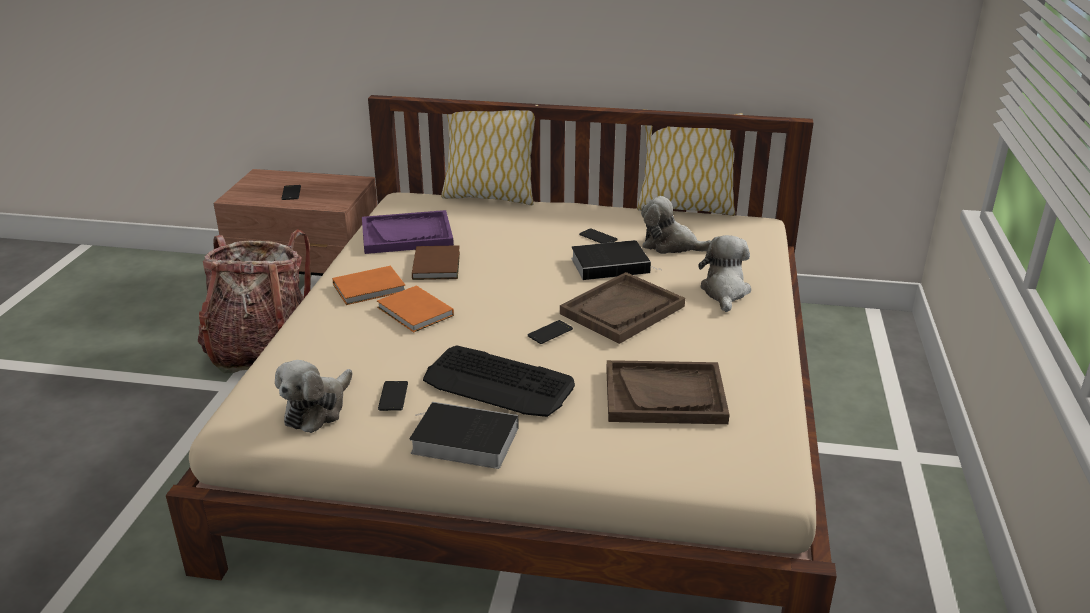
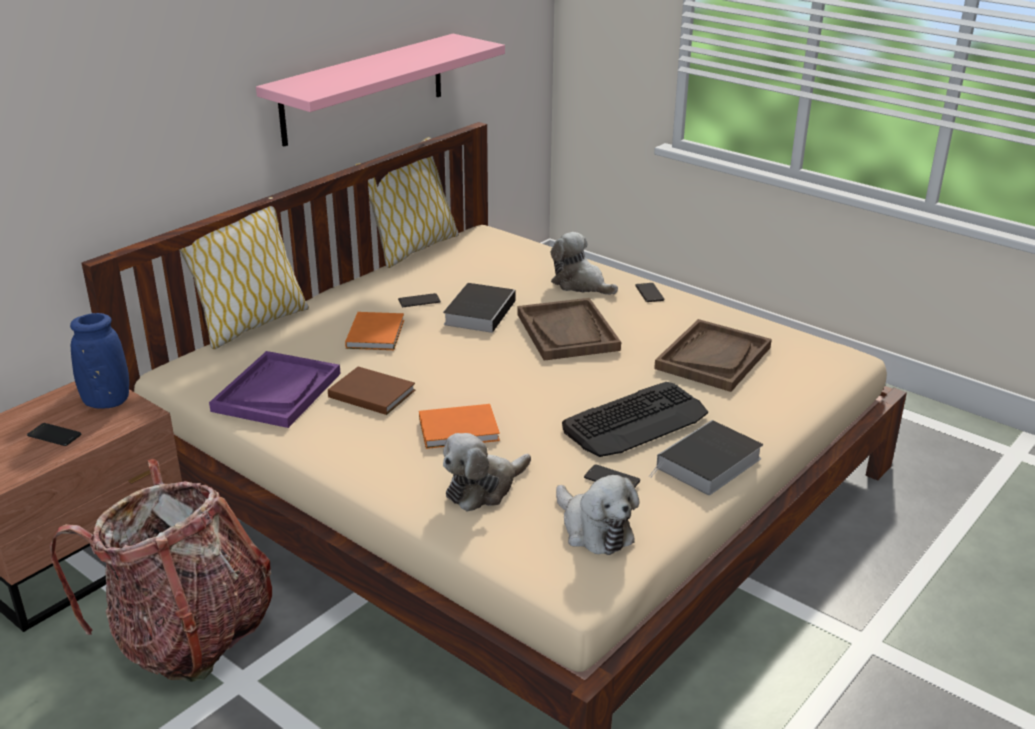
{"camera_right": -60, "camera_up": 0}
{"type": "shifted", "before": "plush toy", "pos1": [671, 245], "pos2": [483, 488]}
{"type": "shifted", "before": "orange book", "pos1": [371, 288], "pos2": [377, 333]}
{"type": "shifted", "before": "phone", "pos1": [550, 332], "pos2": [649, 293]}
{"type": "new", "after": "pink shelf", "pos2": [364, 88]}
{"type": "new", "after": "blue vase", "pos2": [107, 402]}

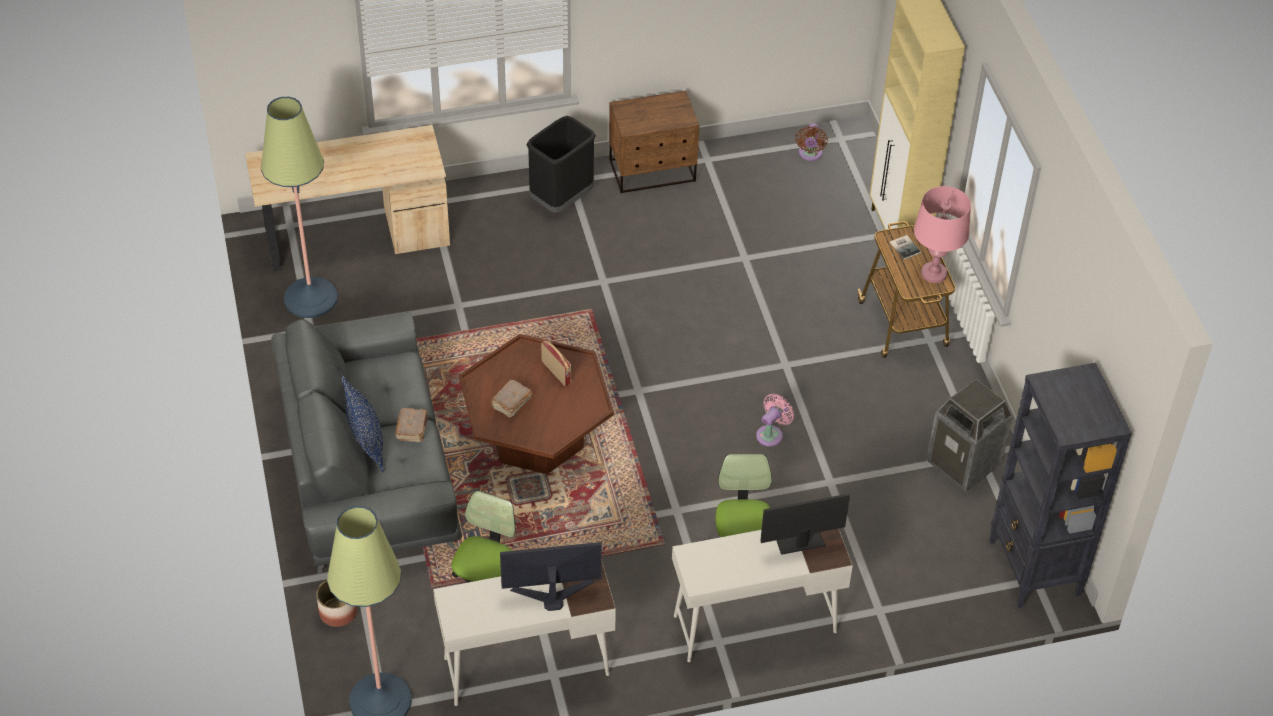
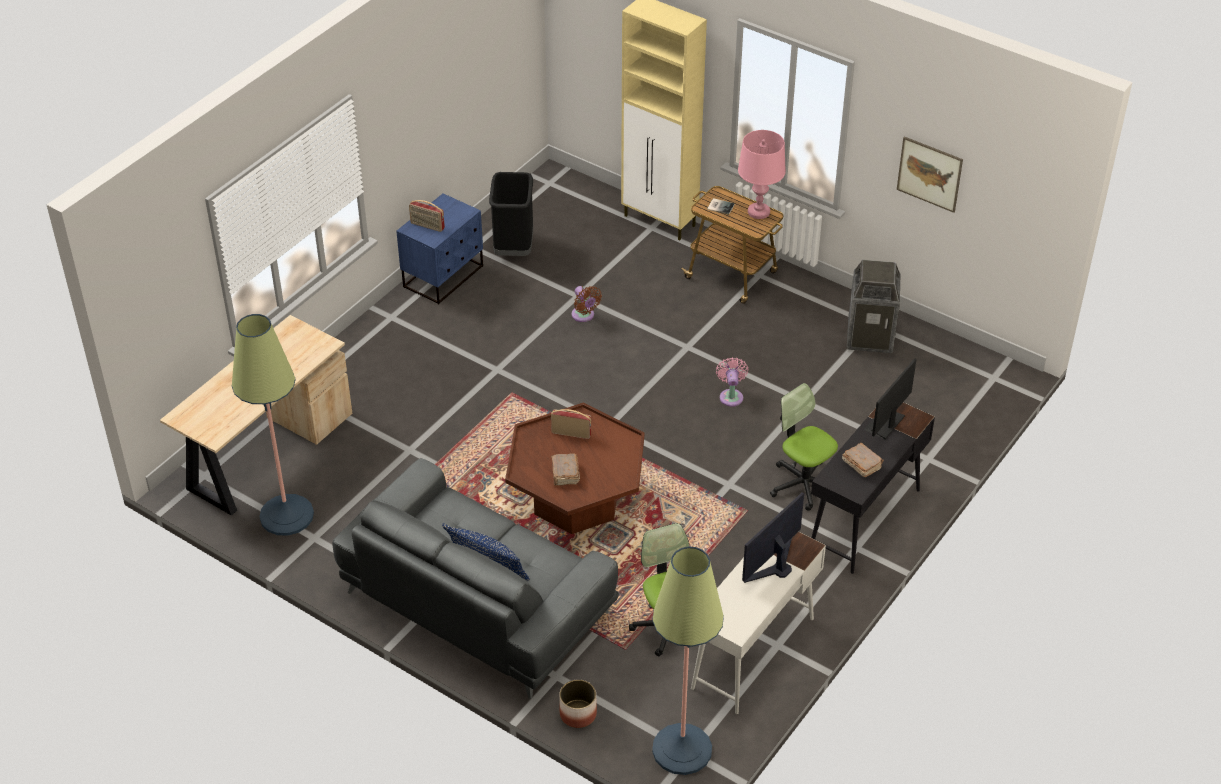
{"camera_right": -40, "camera_up": -5}
{"type": "repainted", "before": "brown nightstand", "after": "blue nightstand", "pos1": [653, 171], "pos2": [444, 277]}
{"type": "shifted", "before": "black trash can", "pos1": [561, 199], "pos2": [513, 248]}
{"type": "shifted", "before": "brown fan", "pos1": [810, 154], "pos2": [584, 316]}
{"type": "gone", "before": "black bookcase", "pos1": [1034, 569]}
{"type": "shifted", "before": "brown book", "pos1": [412, 429], "pos2": [861, 464]}
{"type": "repainted", "before": "white desk", "after": "black desk", "pos1": [754, 624], "pos2": [864, 520]}
{"type": "new", "after": "picture", "pos2": [929, 174]}
{"type": "new", "after": "radio", "pos2": [427, 226]}

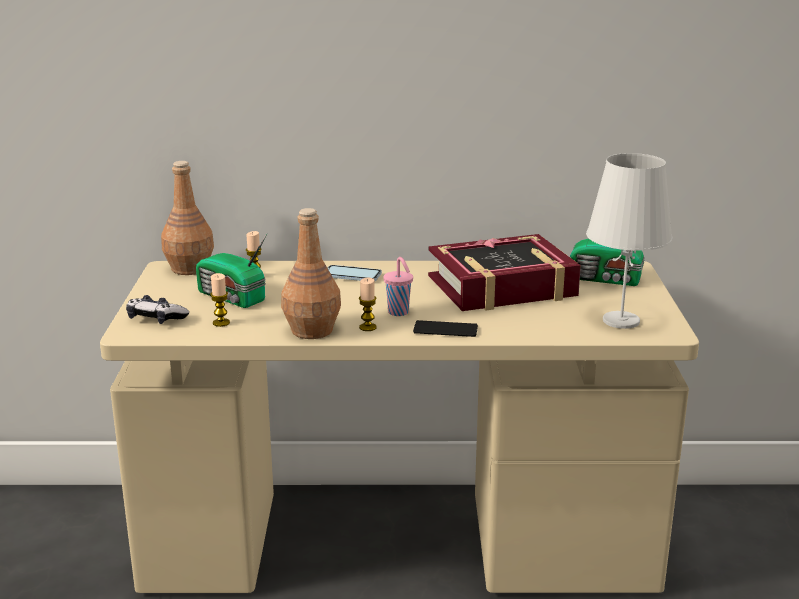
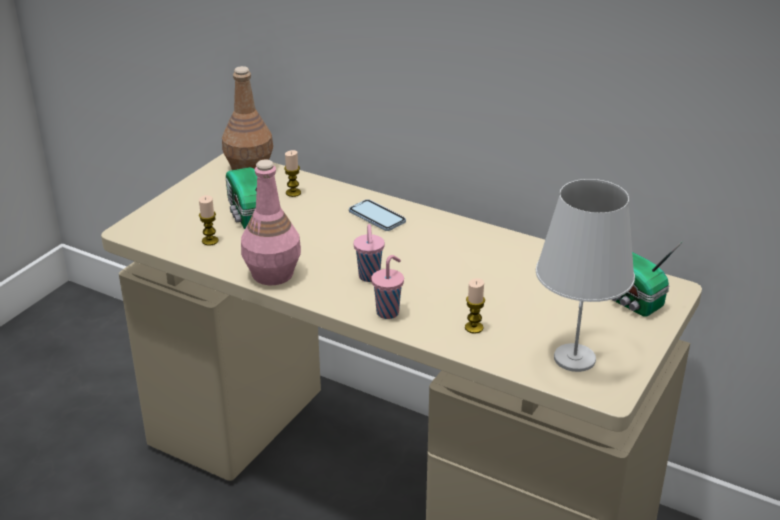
{"camera_right": 30, "camera_up": 10}
{"type": "repainted", "before": "brown bottle", "after": "pink bottle", "pos1": [311, 330], "pos2": [272, 274]}
{"type": "gone", "before": "book", "pos1": [502, 287]}
{"type": "shifted", "before": "candle", "pos1": [367, 327], "pos2": [474, 328]}
{"type": "gone", "before": "game controller", "pos1": [156, 319]}
{"type": "swapped", "before": "phone", "after": "pink cup", "pos1": [445, 330], "pos2": [388, 312]}

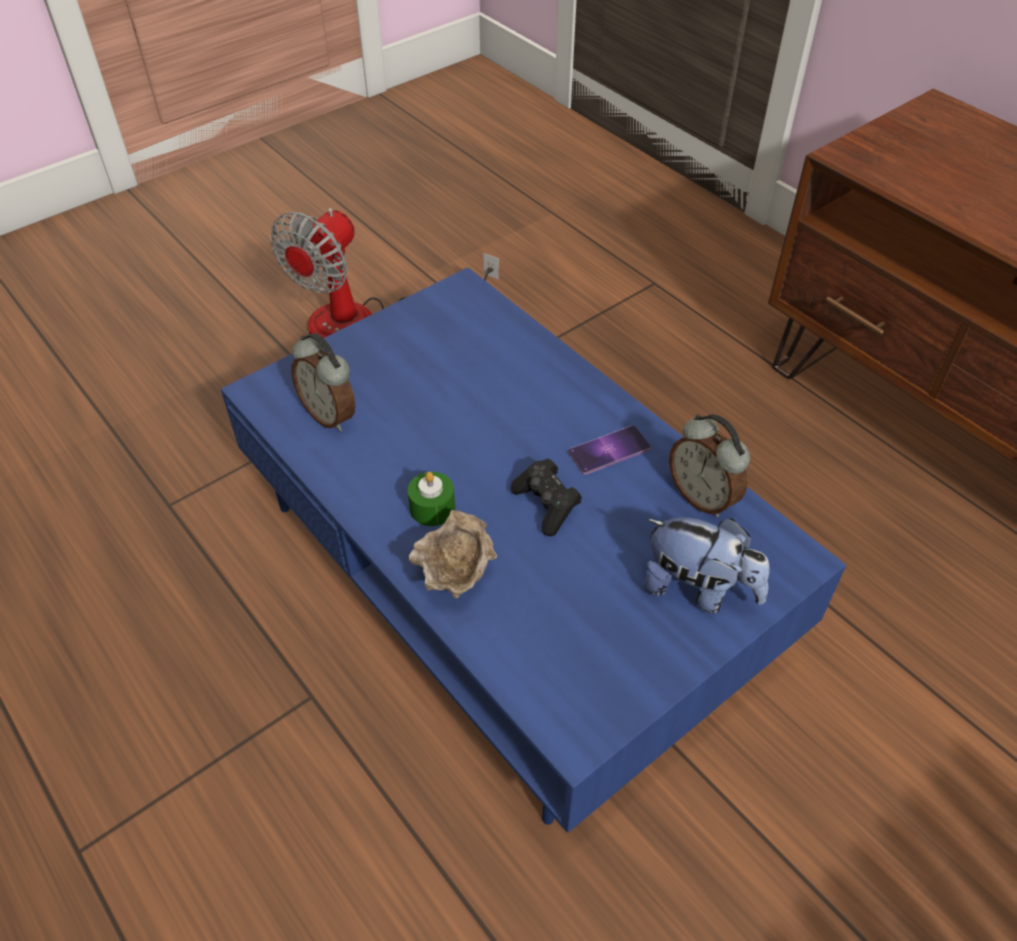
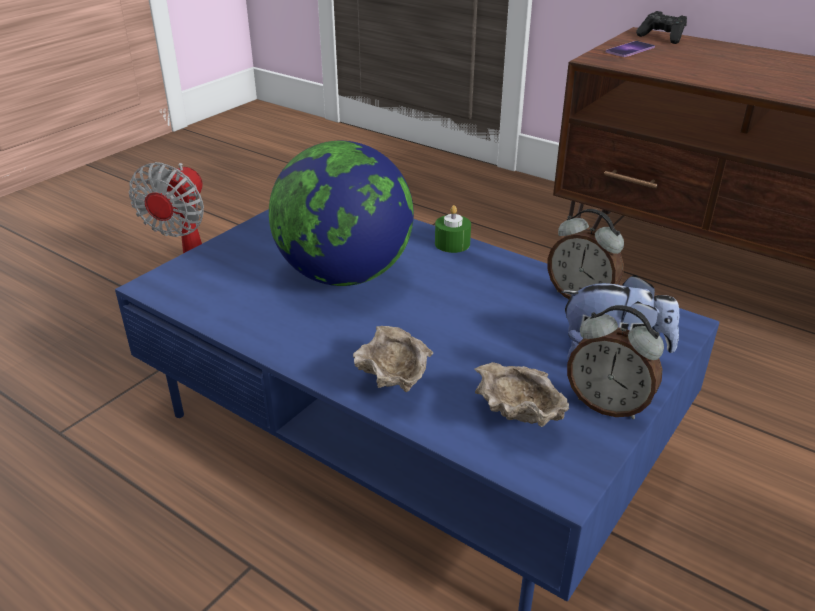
{"camera_right": -15, "camera_up": -15}
{"type": "shifted", "before": "alarm clock", "pos1": [330, 415], "pos2": [608, 405]}
{"type": "shifted", "before": "phone", "pos1": [609, 450], "pos2": [630, 49]}
{"type": "shifted", "before": "black game controller", "pos1": [546, 505], "pos2": [662, 38]}
{"type": "shifted", "before": "green candle", "pos1": [432, 508], "pos2": [452, 243]}
{"type": "new", "after": "globe", "pos2": [344, 275]}
{"type": "new", "after": "beige bowl", "pos2": [517, 419]}

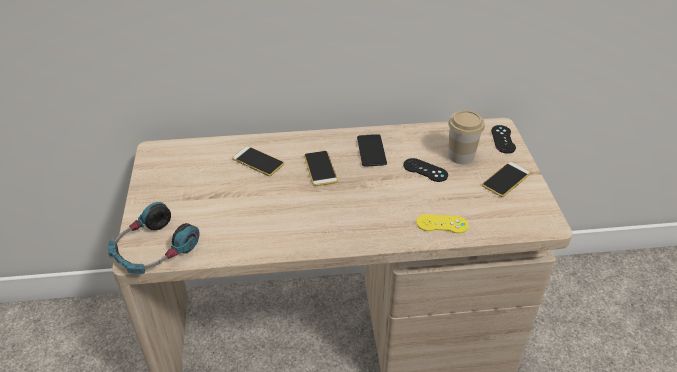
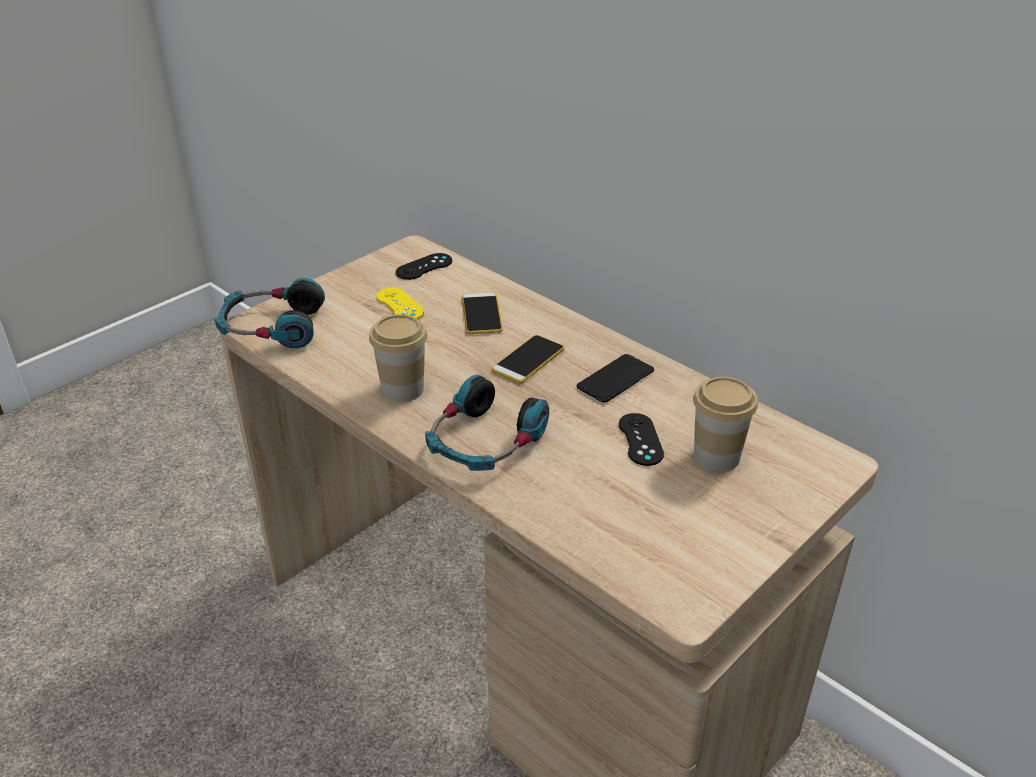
{"camera_right": 50, "camera_up": -5}
{"type": "shifted", "before": "black game controller", "pos1": [503, 139], "pos2": [424, 267]}
{"type": "gone", "before": "phone", "pos1": [506, 179]}
{"type": "shifted", "before": "yellow game controller", "pos1": [442, 224], "pos2": [400, 305]}
{"type": "new", "after": "cup", "pos2": [402, 389]}
{"type": "new", "after": "headphones", "pos2": [485, 442]}

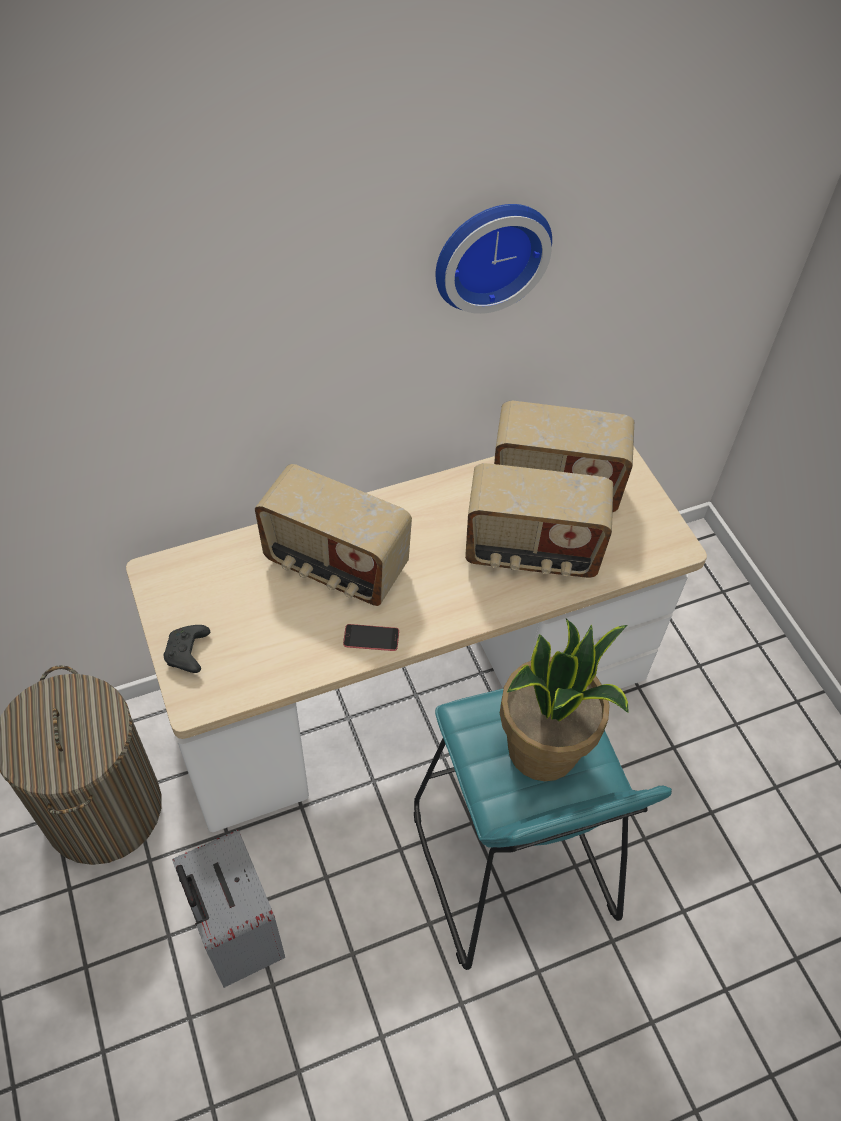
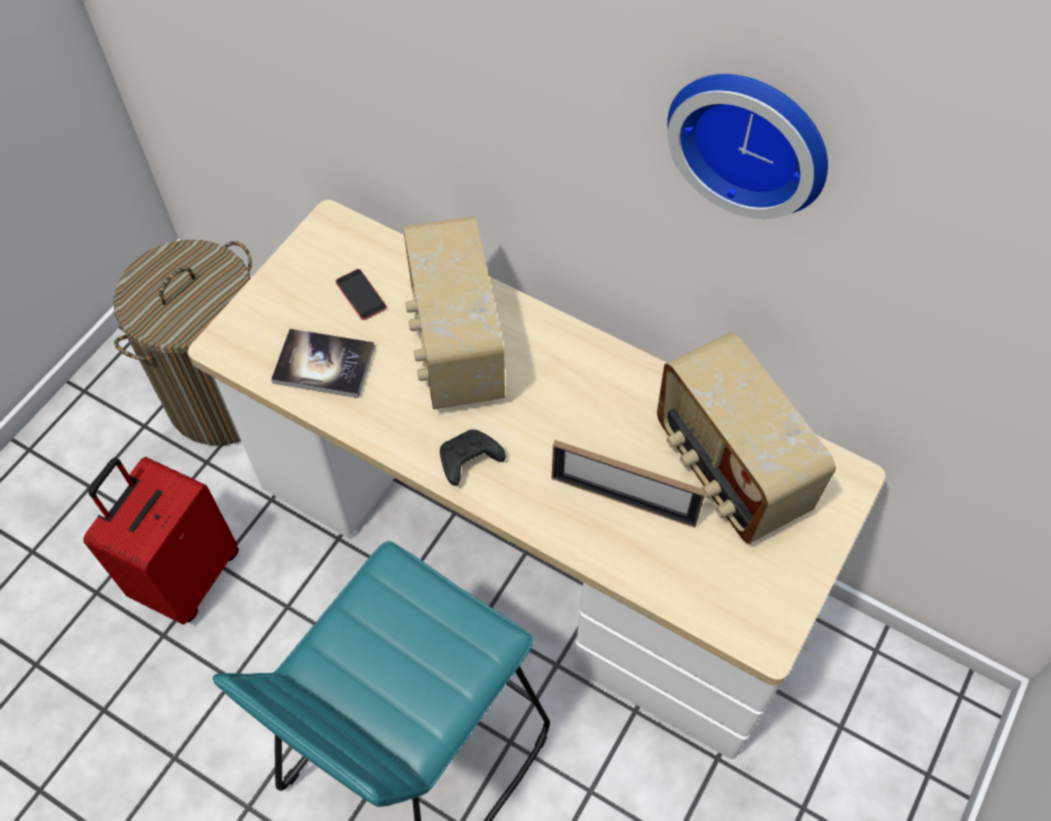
{"camera_right": 55, "camera_up": 5}
{"type": "swapped", "before": "radio", "after": "picture frame", "pos1": [531, 552], "pos2": [623, 500]}
{"type": "gone", "before": "potted plant", "pos1": [543, 750]}
{"type": "shifted", "before": "phone", "pos1": [371, 638], "pos2": [361, 294]}
{"type": "shifted", "before": "black game controller", "pos1": [188, 654], "pos2": [468, 461]}
{"type": "repainted", "before": "grey suitcase", "after": "red suitcase", "pos1": [236, 936], "pos2": [186, 575]}
{"type": "new", "after": "book", "pos2": [324, 364]}

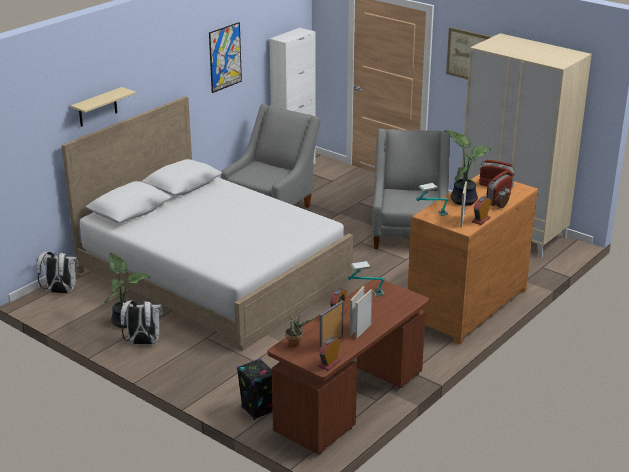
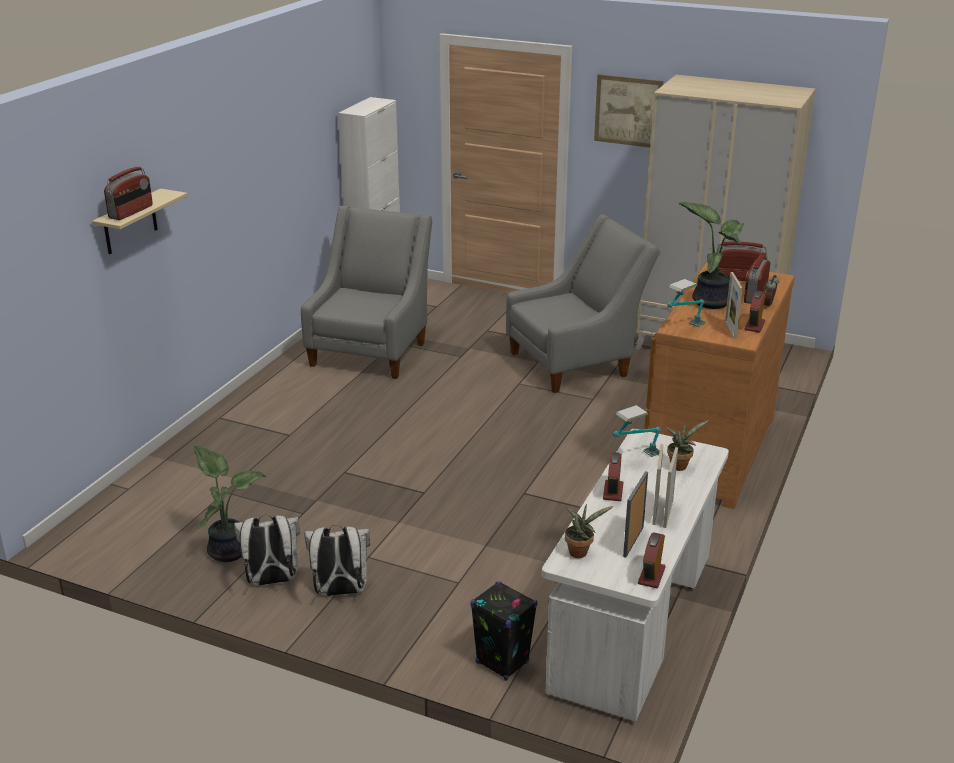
{"camera_right": -15, "camera_up": 0}
{"type": "gone", "before": "picture", "pos1": [225, 57]}
{"type": "gone", "before": "white bed", "pos1": [214, 275]}
{"type": "rotated", "before": "grey armchair", "pos1": [409, 233], "pos2": [576, 362], "turn": 75}
{"type": "shifted", "before": "white backpack", "pos1": [60, 292], "pos2": [340, 592]}
{"type": "repainted", "before": "brown desk", "after": "white desk", "pos1": [350, 402], "pos2": [633, 623]}
{"type": "new", "after": "radio", "pos2": [131, 212]}
{"type": "new", "after": "potted plant", "pos2": [680, 465]}

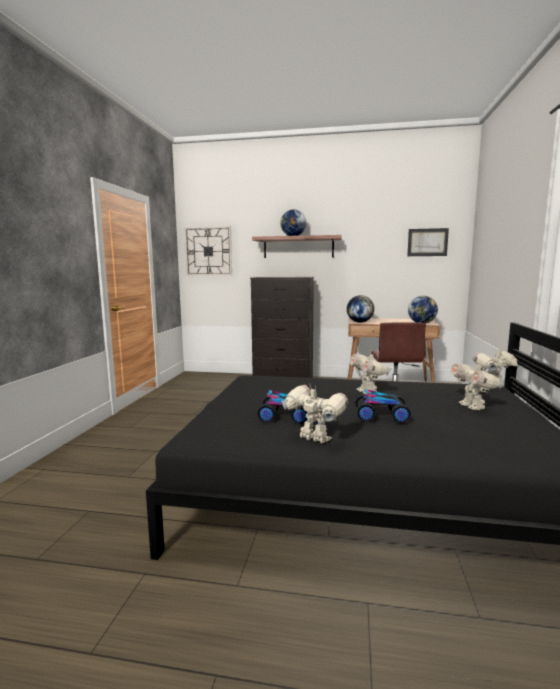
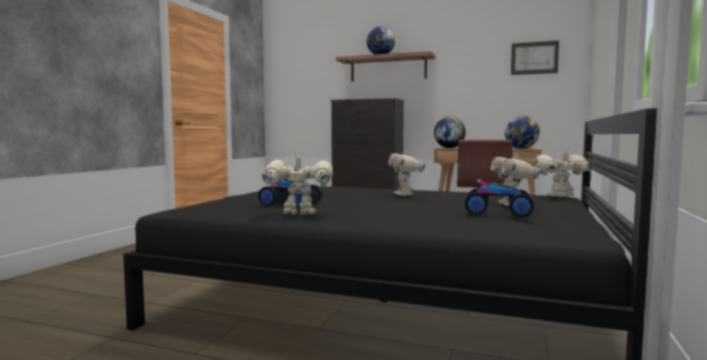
{"camera_right": 10, "camera_up": -5}
{"type": "gone", "before": "wall clock", "pos1": [208, 251]}
{"type": "rotated", "before": "toy robot", "pos1": [314, 440], "pos2": [299, 214], "turn": -45}
{"type": "shifted", "before": "toy car", "pos1": [381, 416], "pos2": [498, 213]}

